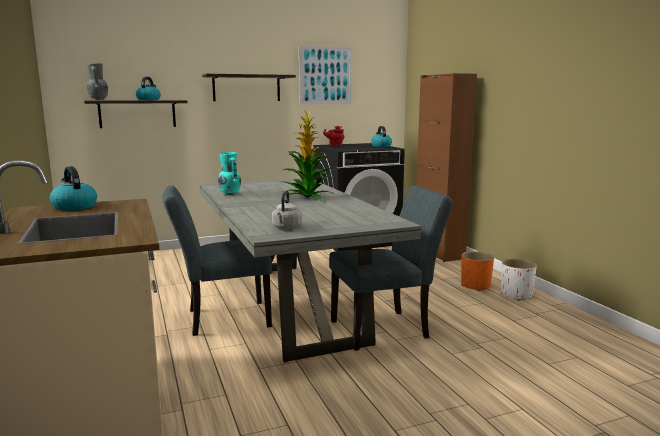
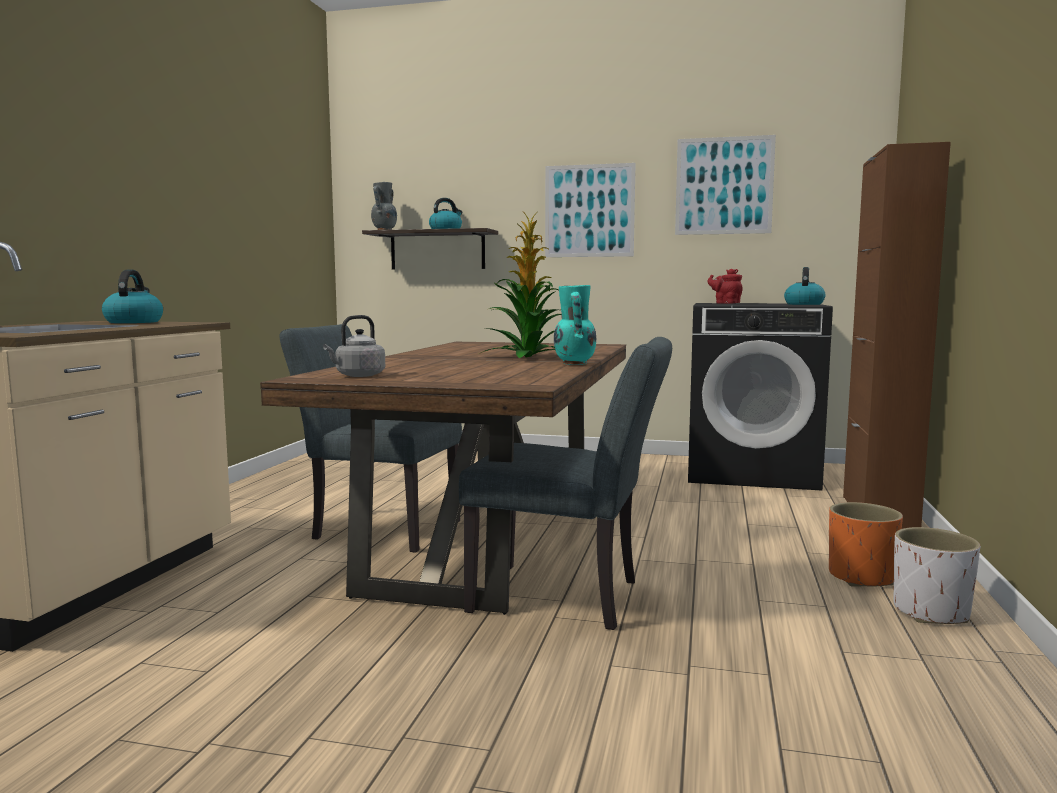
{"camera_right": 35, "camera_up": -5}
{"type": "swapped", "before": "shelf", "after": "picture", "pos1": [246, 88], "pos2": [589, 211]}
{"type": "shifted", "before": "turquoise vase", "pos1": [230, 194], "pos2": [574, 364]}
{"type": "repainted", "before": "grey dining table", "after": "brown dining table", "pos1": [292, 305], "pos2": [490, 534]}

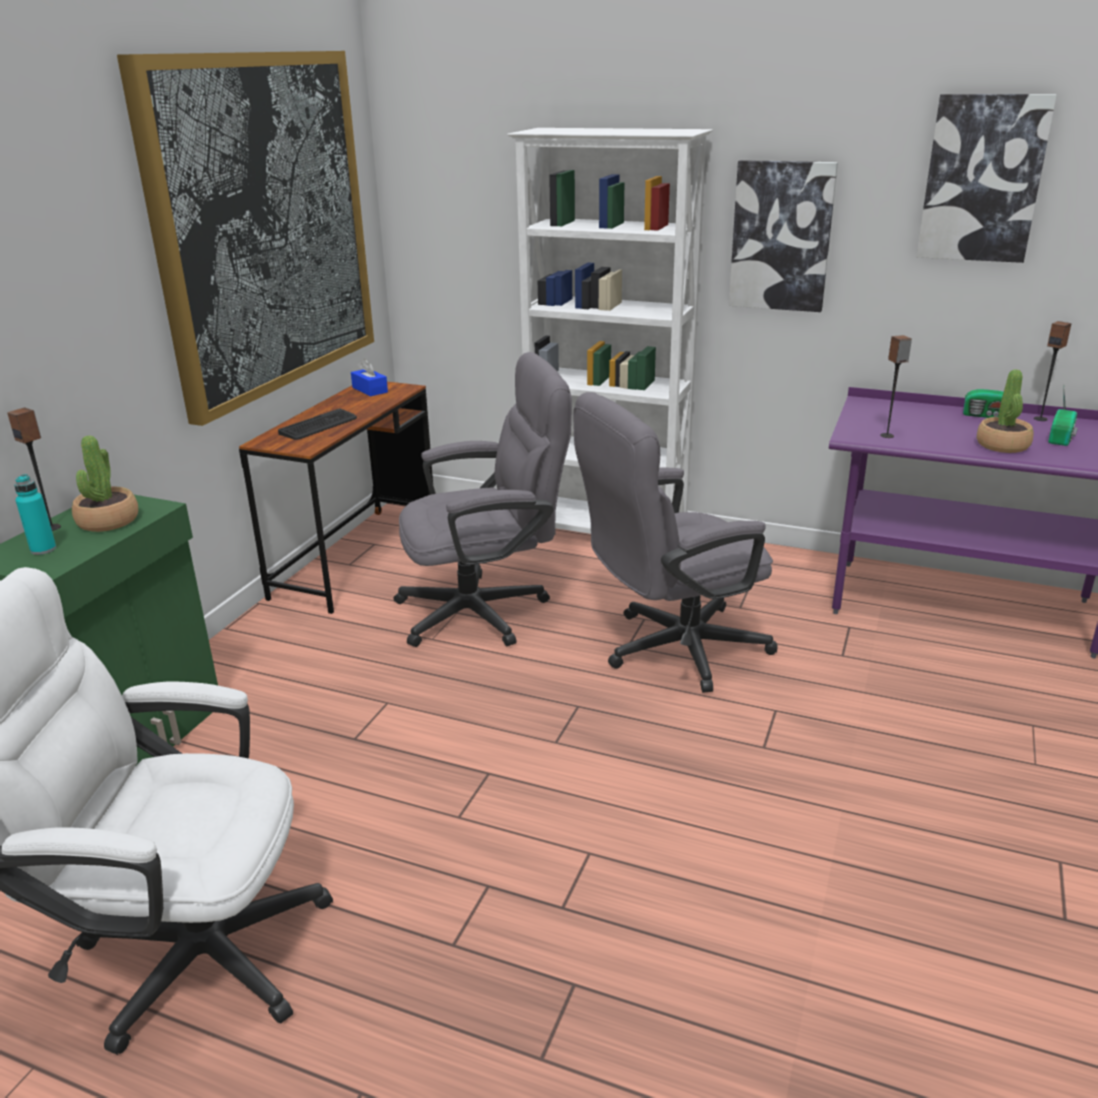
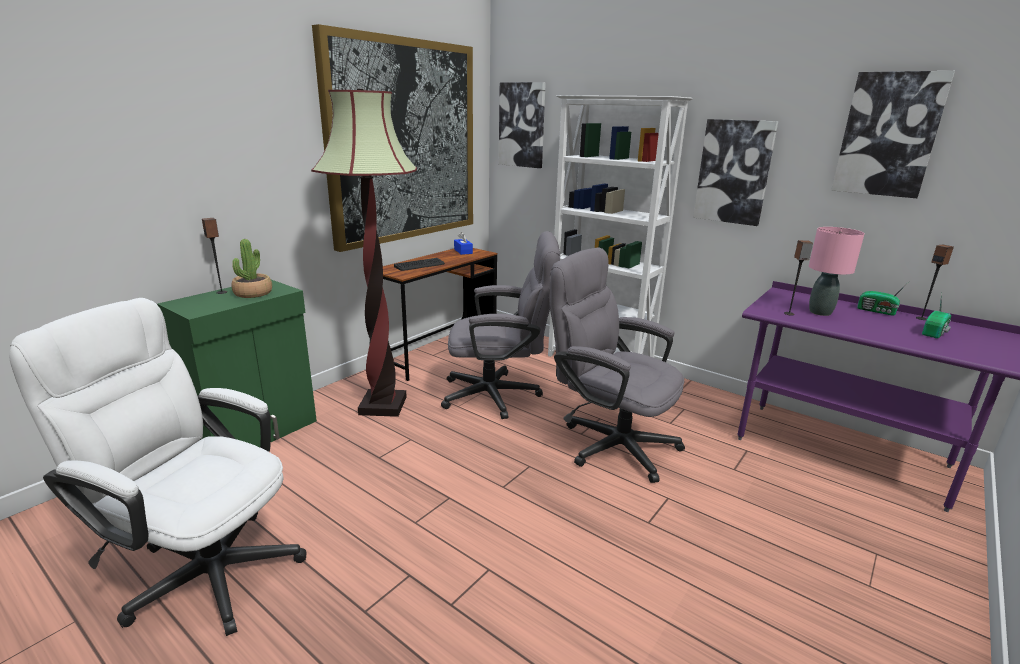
{"camera_right": 15, "camera_up": -5}
{"type": "gone", "before": "potted plant", "pos1": [1002, 445]}
{"type": "rotated", "before": "grey office chair", "pos1": [671, 650], "pos2": [609, 442], "turn": 45}
{"type": "gone", "before": "turquoise bottle", "pos1": [43, 549]}
{"type": "new", "after": "picture", "pos2": [522, 125]}
{"type": "new", "after": "floor lamp", "pos2": [383, 405]}
{"type": "new", "after": "pink table lamp", "pos2": [820, 312]}

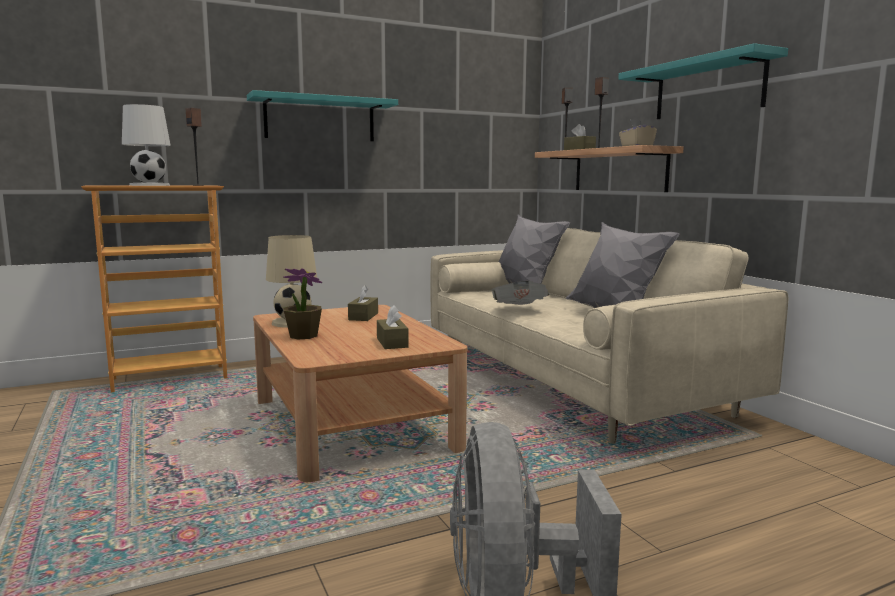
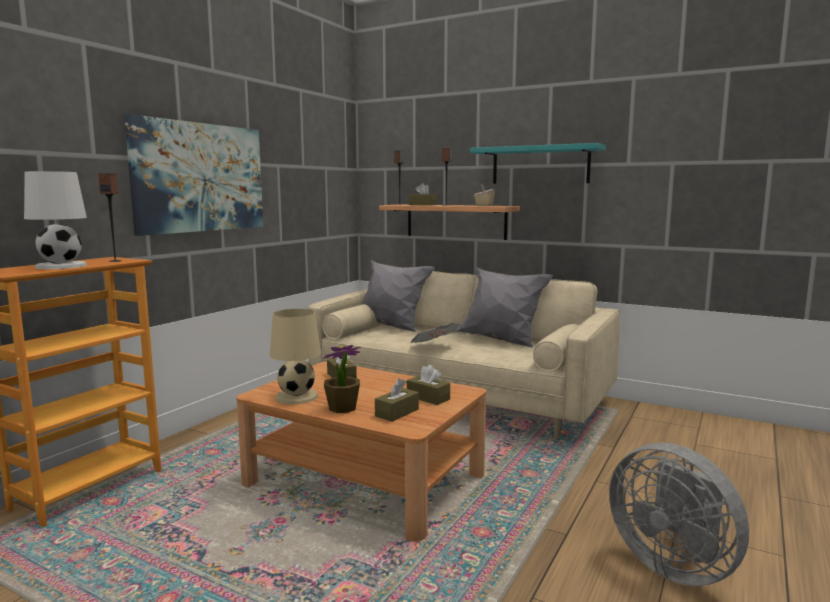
{"camera_right": -35, "camera_up": 0}
{"type": "swapped", "before": "turquoise shelf", "after": "picture", "pos1": [320, 119], "pos2": [200, 177]}
{"type": "new", "after": "brown tissue box", "pos2": [397, 413]}

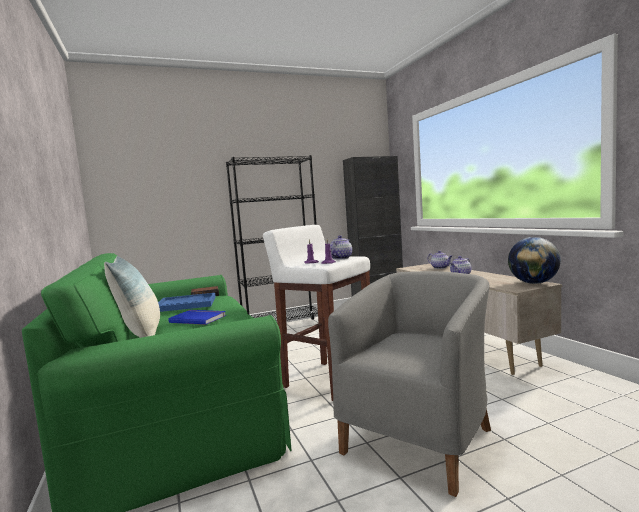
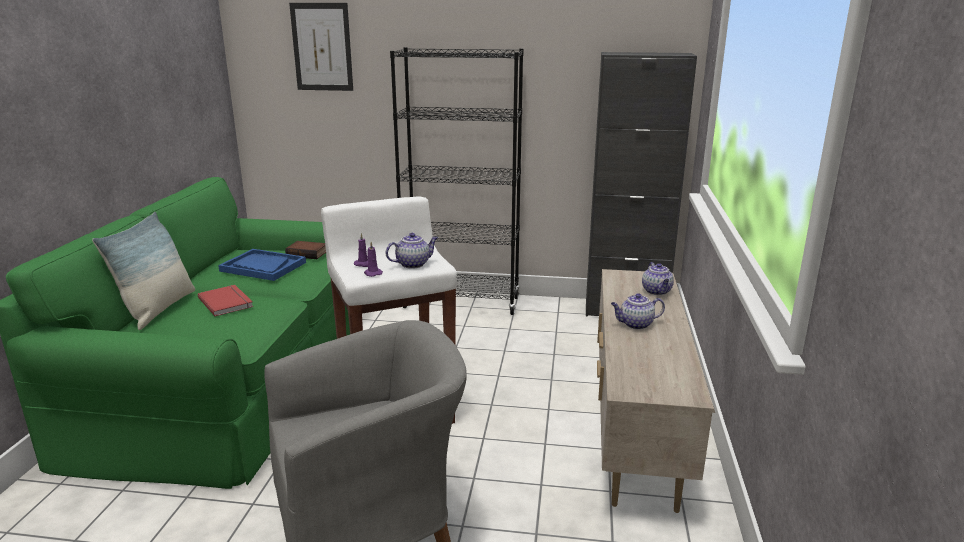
{"camera_right": 30, "camera_up": 15}
{"type": "gone", "before": "globe", "pos1": [533, 283]}
{"type": "repainted", "before": "blue book", "after": "red book", "pos1": [198, 319], "pos2": [227, 302]}
{"type": "new", "after": "picture", "pos2": [322, 47]}

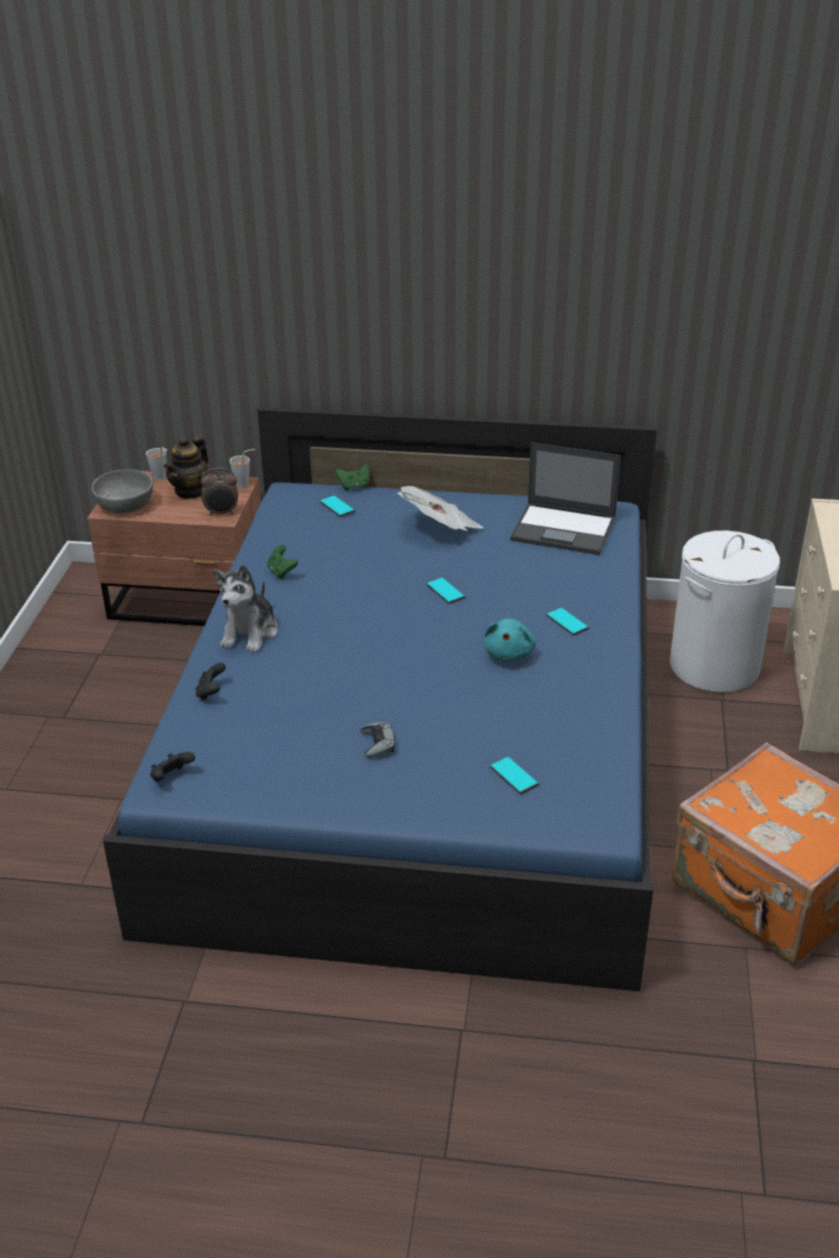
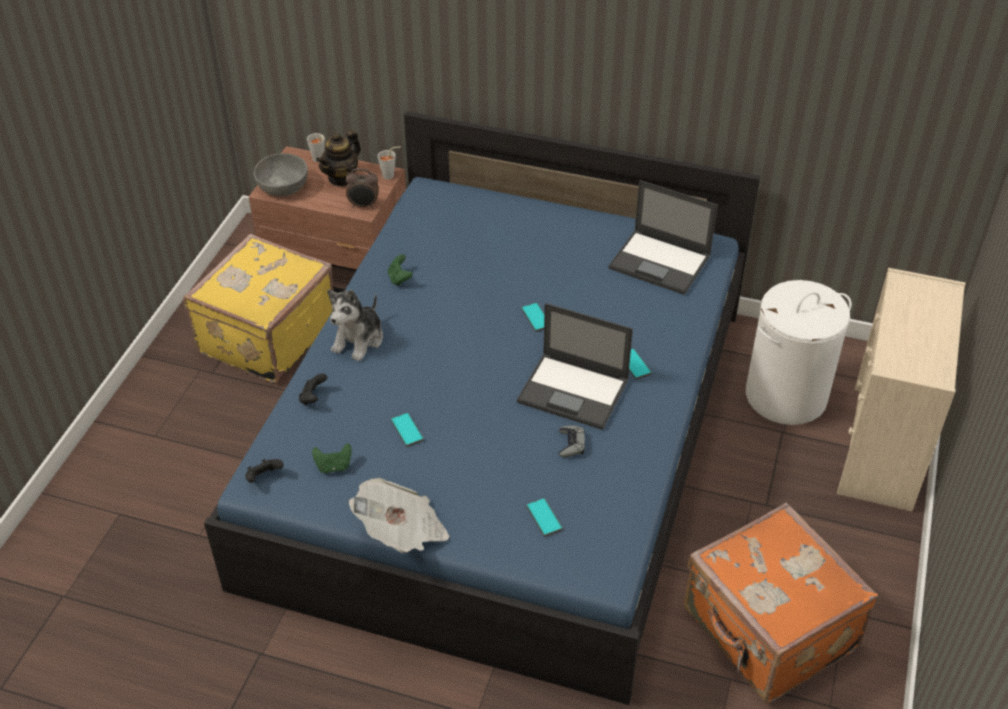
{"camera_right": 10, "camera_up": 10}
{"type": "shifted", "before": "green game controller", "pos1": [354, 486], "pos2": [333, 466]}
{"type": "shifted", "before": "newspaper", "pos1": [440, 529], "pos2": [402, 531]}
{"type": "shifted", "before": "phone", "pos1": [337, 506], "pos2": [407, 430]}
{"type": "swapped", "before": "turquoise plush toy", "after": "laptop", "pos1": [509, 653], "pos2": [574, 391]}
{"type": "shifted", "before": "grey game controller", "pos1": [378, 743], "pos2": [571, 444]}
{"type": "new", "after": "yellow suitcase", "pos2": [265, 336]}

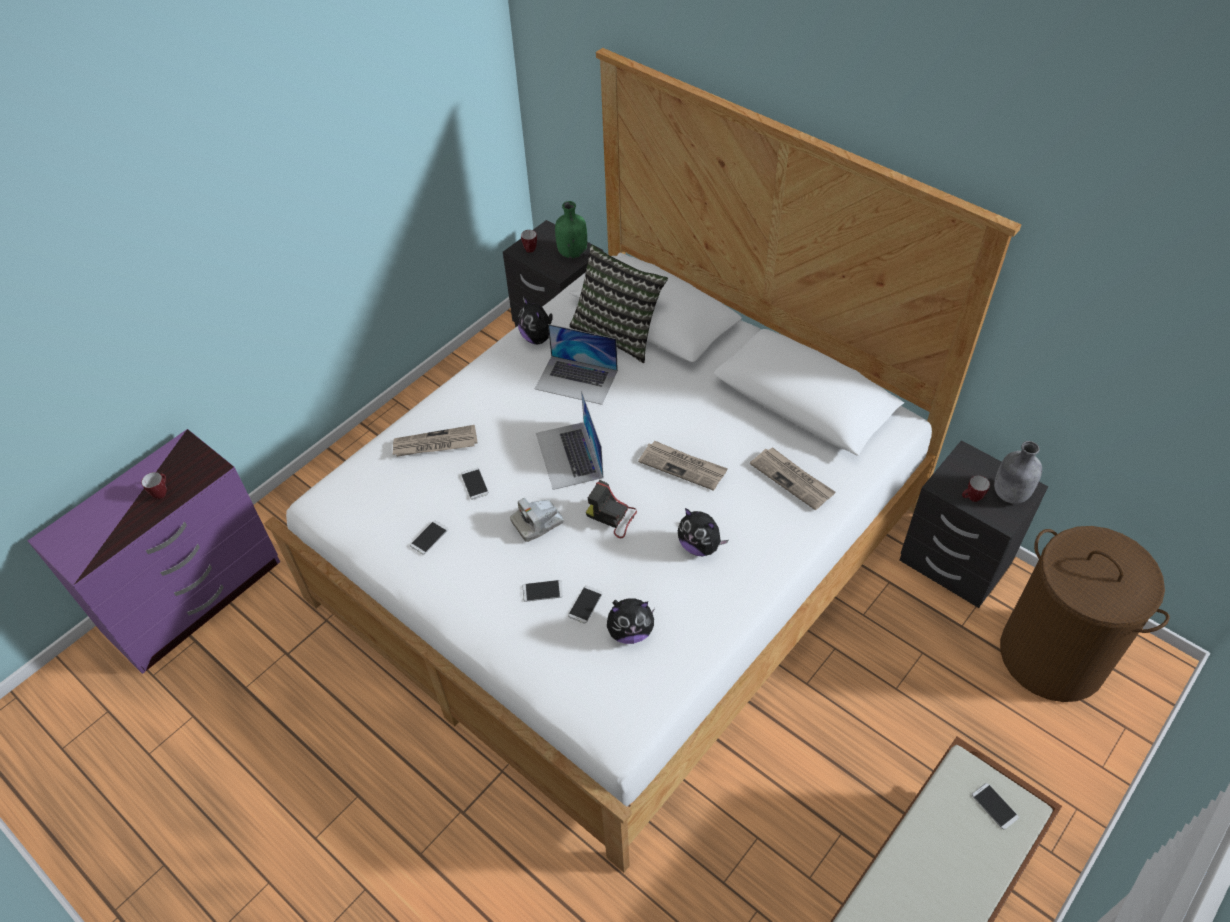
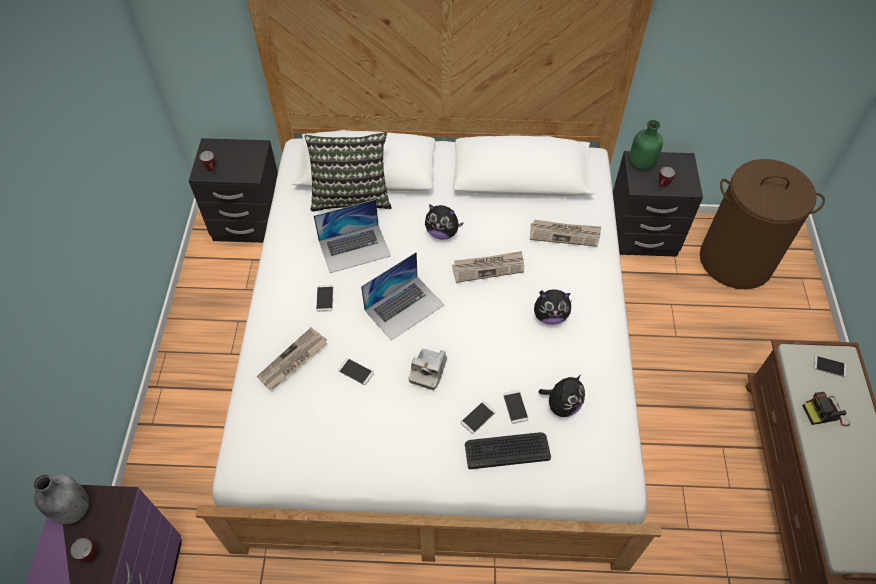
{"camera_right": -40, "camera_up": 5}
{"type": "shifted", "before": "green bottle", "pos1": [572, 252], "pos2": [641, 163]}
{"type": "shifted", "before": "plush toy", "pos1": [538, 338], "pos2": [442, 233]}
{"type": "rotated", "before": "laptop", "pos1": [569, 455], "pos2": [404, 307], "turn": -75}
{"type": "shifted", "before": "grey bottle", "pos1": [1009, 494], "pos2": [72, 510]}
{"type": "shifted", "before": "photo camera", "pos1": [612, 516], "pos2": [825, 413]}
{"type": "shifted", "before": "phone", "pos1": [429, 537], "pos2": [325, 298]}
{"type": "new", "after": "keyboard", "pos2": [507, 450]}

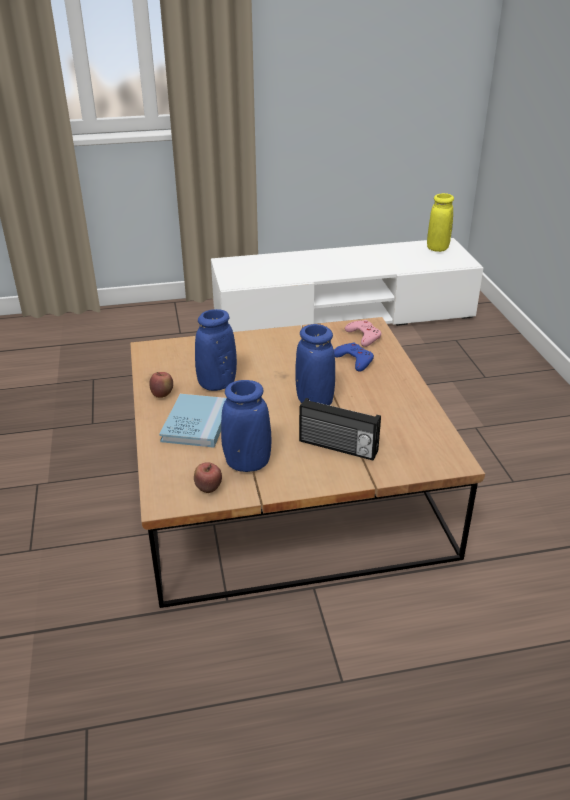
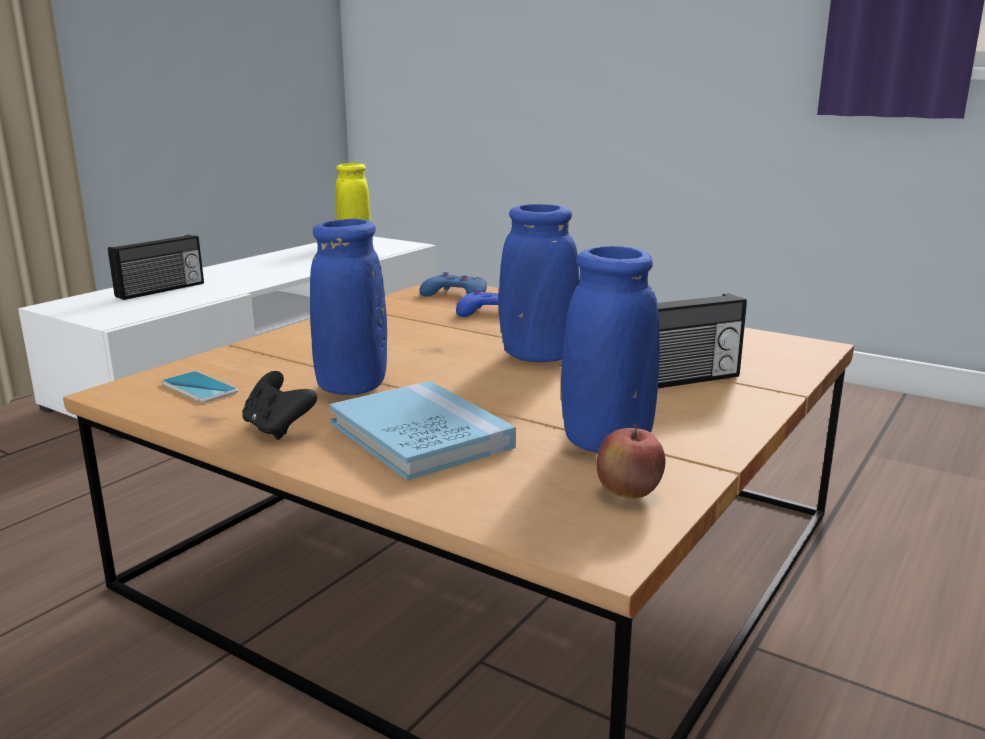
{"camera_right": -45, "camera_up": -15}
{"type": "repainted", "before": "pink game controller", "after": "blue game controller", "pos1": [364, 336], "pos2": [456, 294]}
{"type": "swapped", "before": "apple", "after": "black game controller", "pos1": [162, 395], "pos2": [278, 429]}
{"type": "new", "after": "radio", "pos2": [161, 290]}
{"type": "new", "after": "phone", "pos2": [199, 388]}

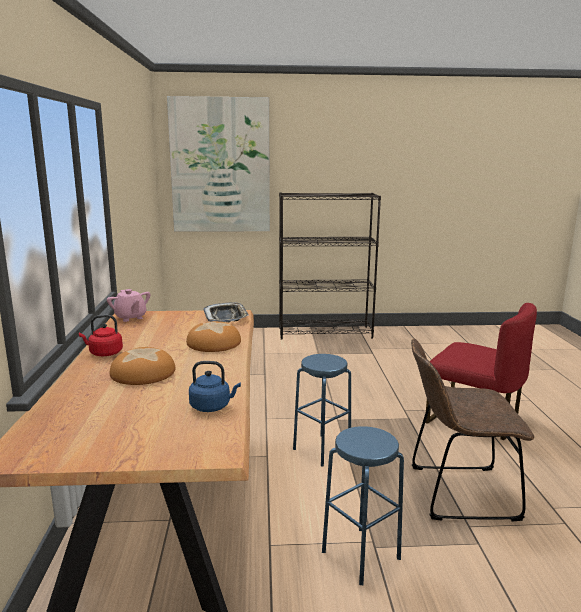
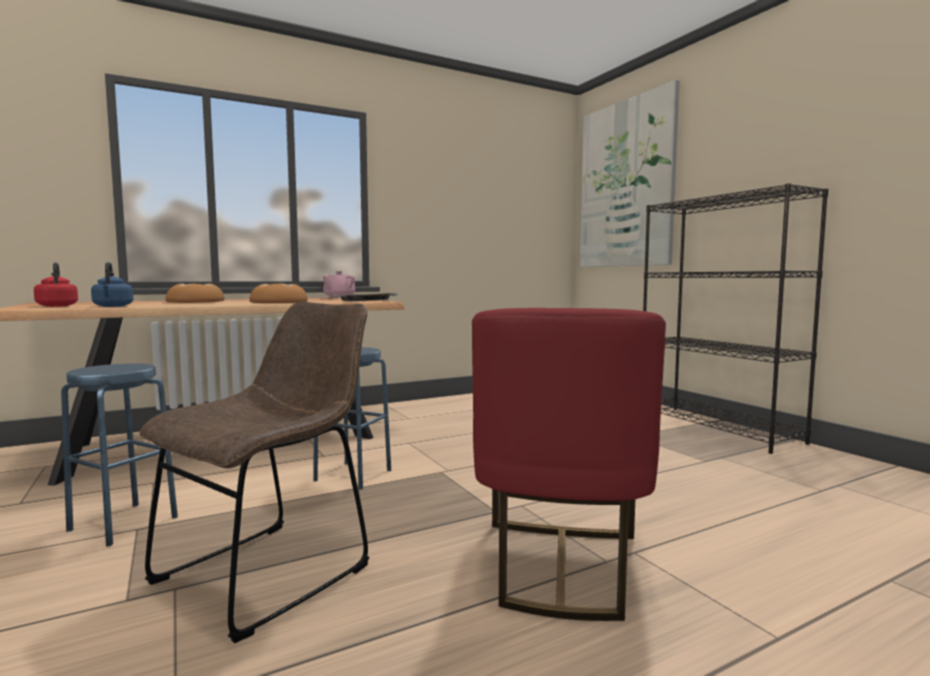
{"camera_right": 65, "camera_up": -10}
{"type": "shifted", "before": "red kettle", "pos1": [104, 353], "pos2": [57, 306]}
{"type": "rotated", "before": "brown chair", "pos1": [456, 493], "pos2": [272, 570], "turn": 60}

